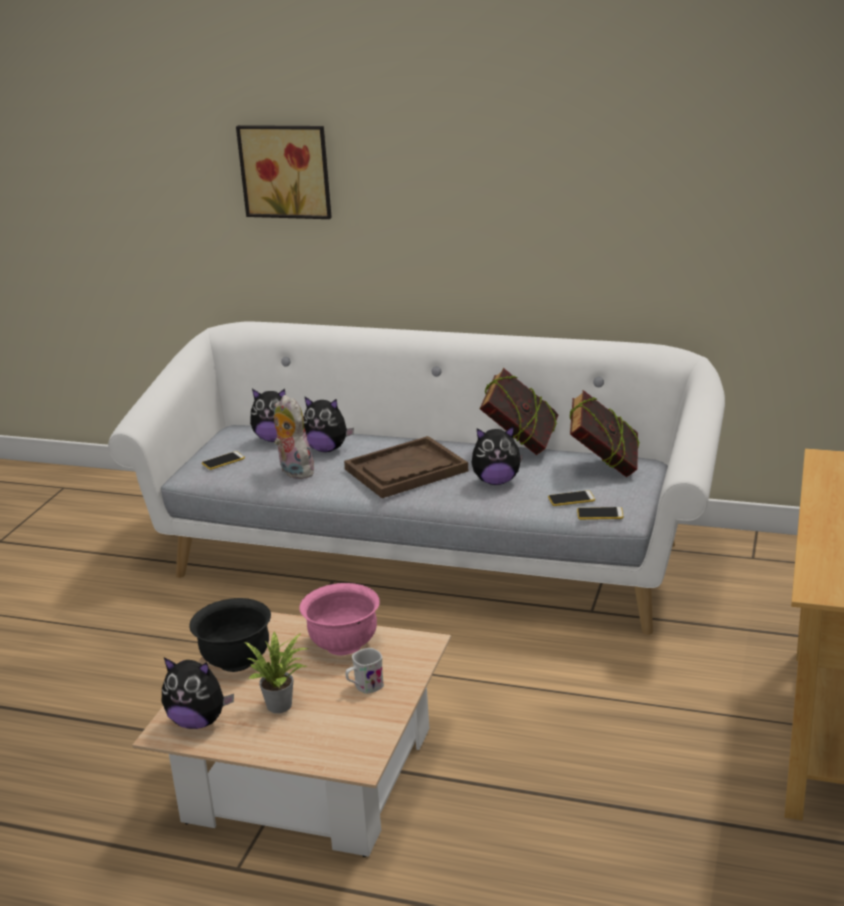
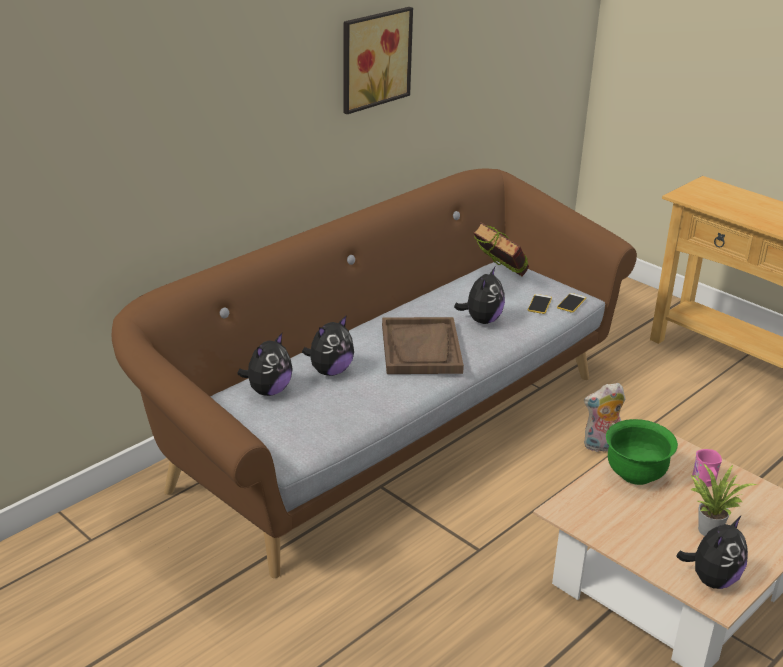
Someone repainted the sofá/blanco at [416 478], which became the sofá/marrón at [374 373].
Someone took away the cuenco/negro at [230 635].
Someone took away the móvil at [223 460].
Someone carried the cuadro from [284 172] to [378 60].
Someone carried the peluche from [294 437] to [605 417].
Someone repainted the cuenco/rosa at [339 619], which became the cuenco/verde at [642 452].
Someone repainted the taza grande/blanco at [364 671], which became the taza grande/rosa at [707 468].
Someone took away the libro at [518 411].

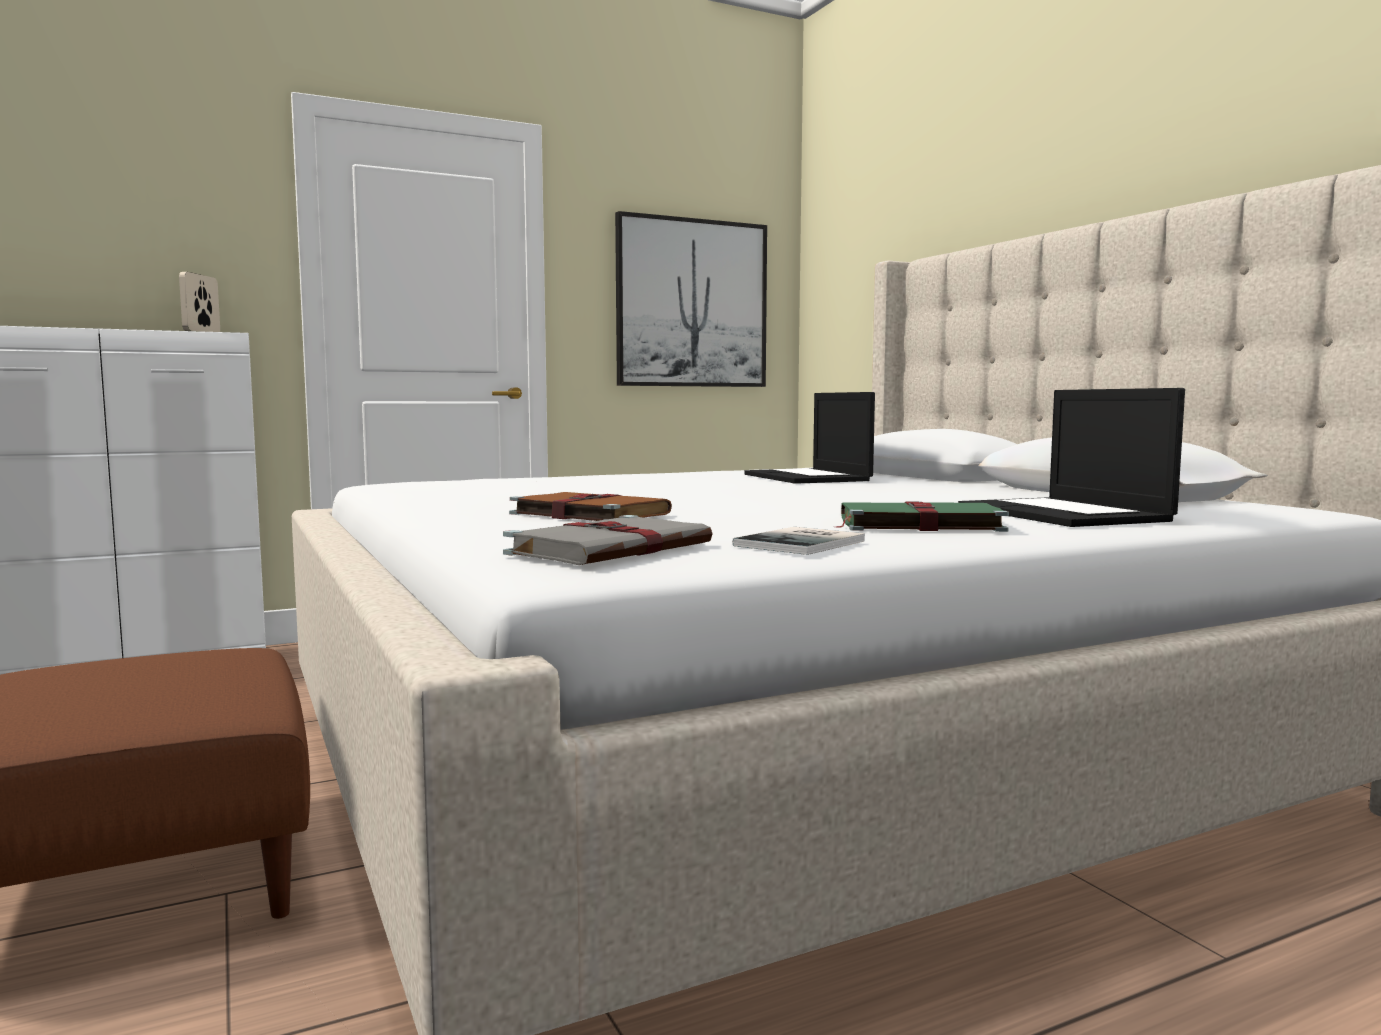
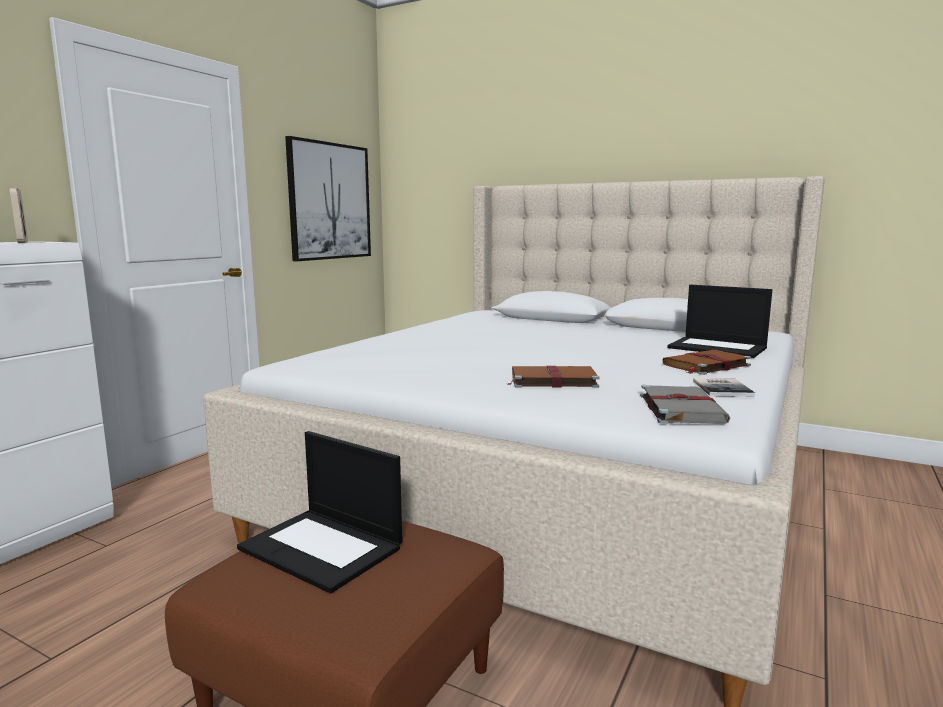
Someone carried the portátil from [809 438] to [319 512].
Someone repainted the libro/verde at [921 517], which became the libro/marrón at [706 362].

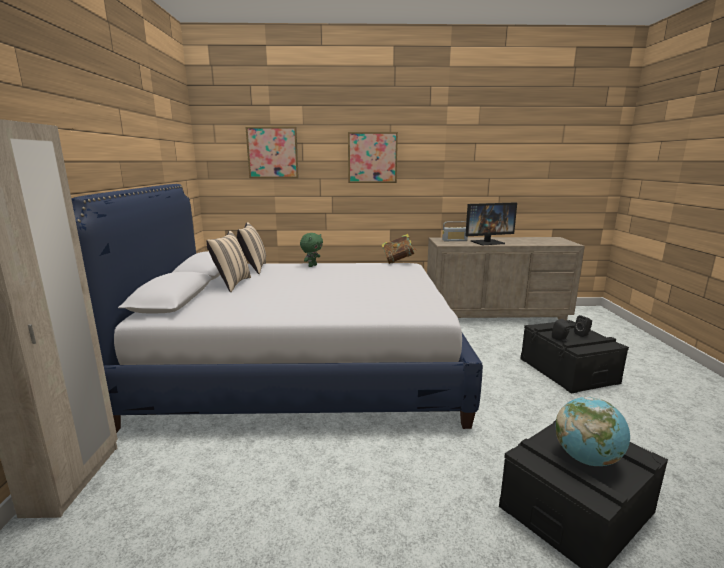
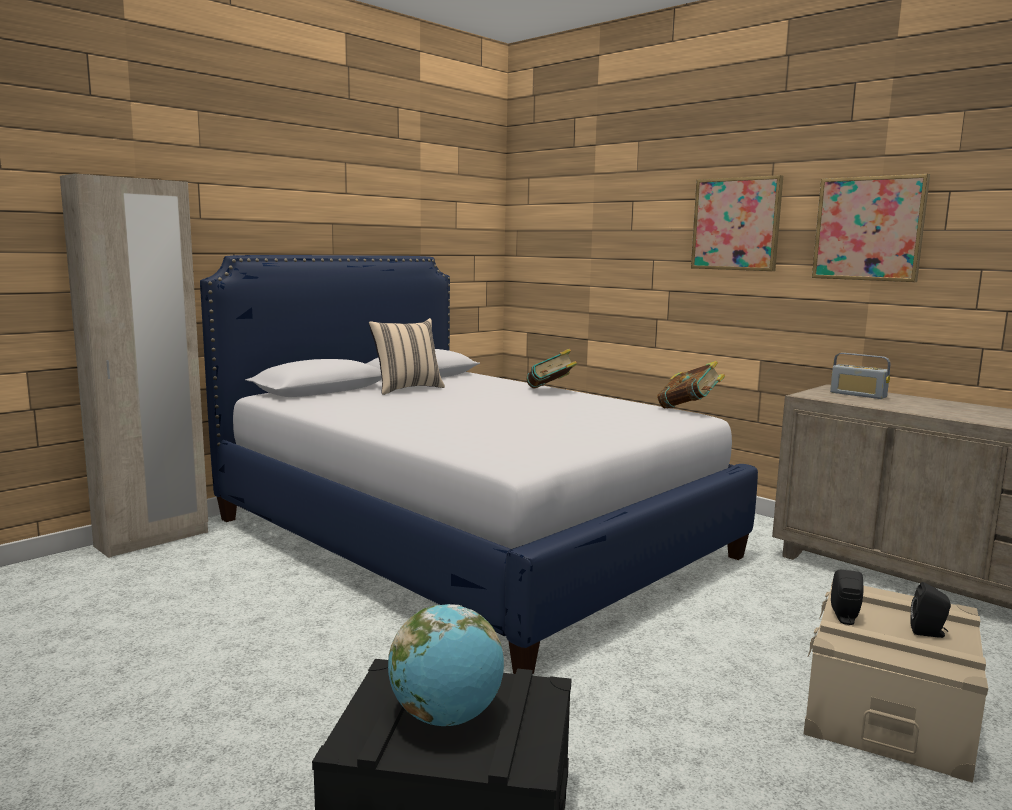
Someone took away the cojín/beis at [251 248].
Someone carried the cuadro from [272 152] to [871 228].
Someone swapped the peluche/verde at [311 250] for the libro at [551 368].
Someone took away the monitor at [491 223].
Someone repainted the caja de almacenaje/negro at [575 357], which became the caja de almacenaje/beis at [896 682].

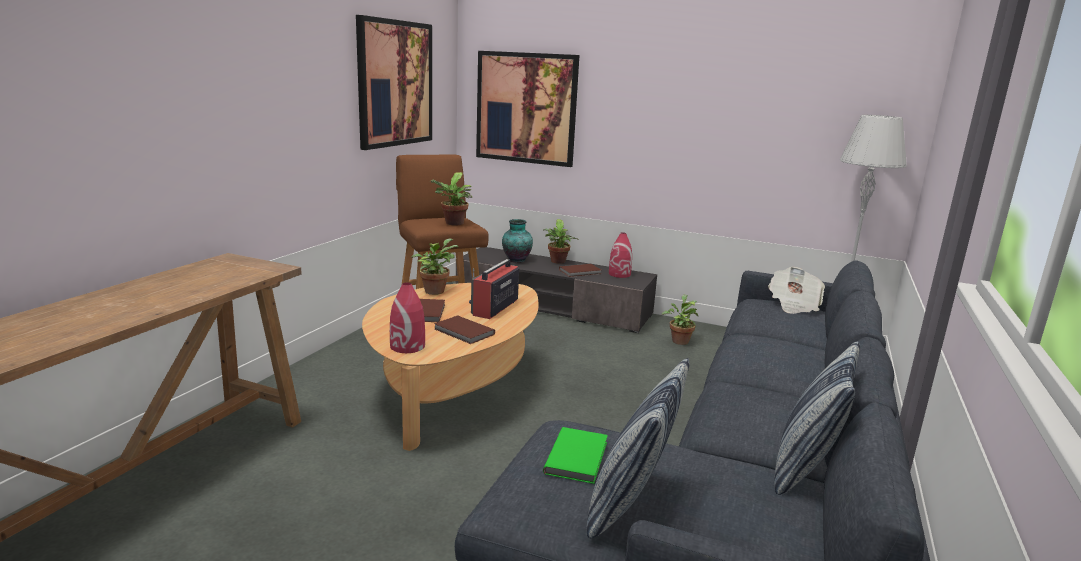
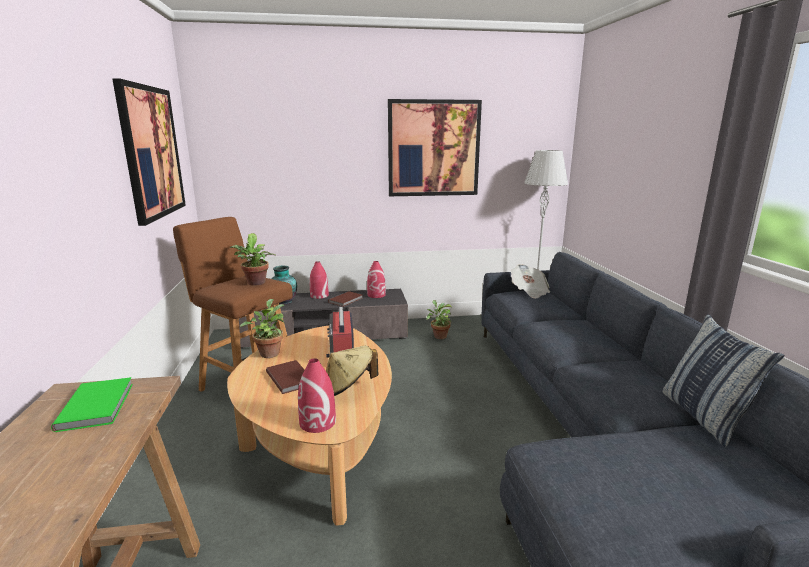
Someone swapped the libro/marrón at [464 329] for the sombrero/beis at [352 371].
Someone carried the cuadro from [528 109] to [435 147].
Someone carried the libro/verde from [575 455] to [92 404].
Someone swapped the planta en maceta at [561 241] for the florero/rojo at [319 280].
Someone took away the cojín at [638 448].

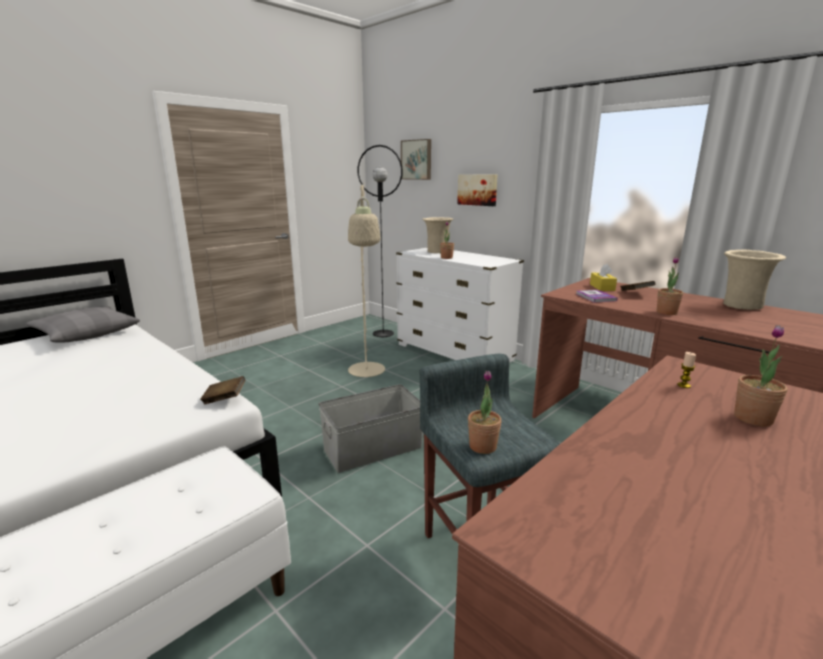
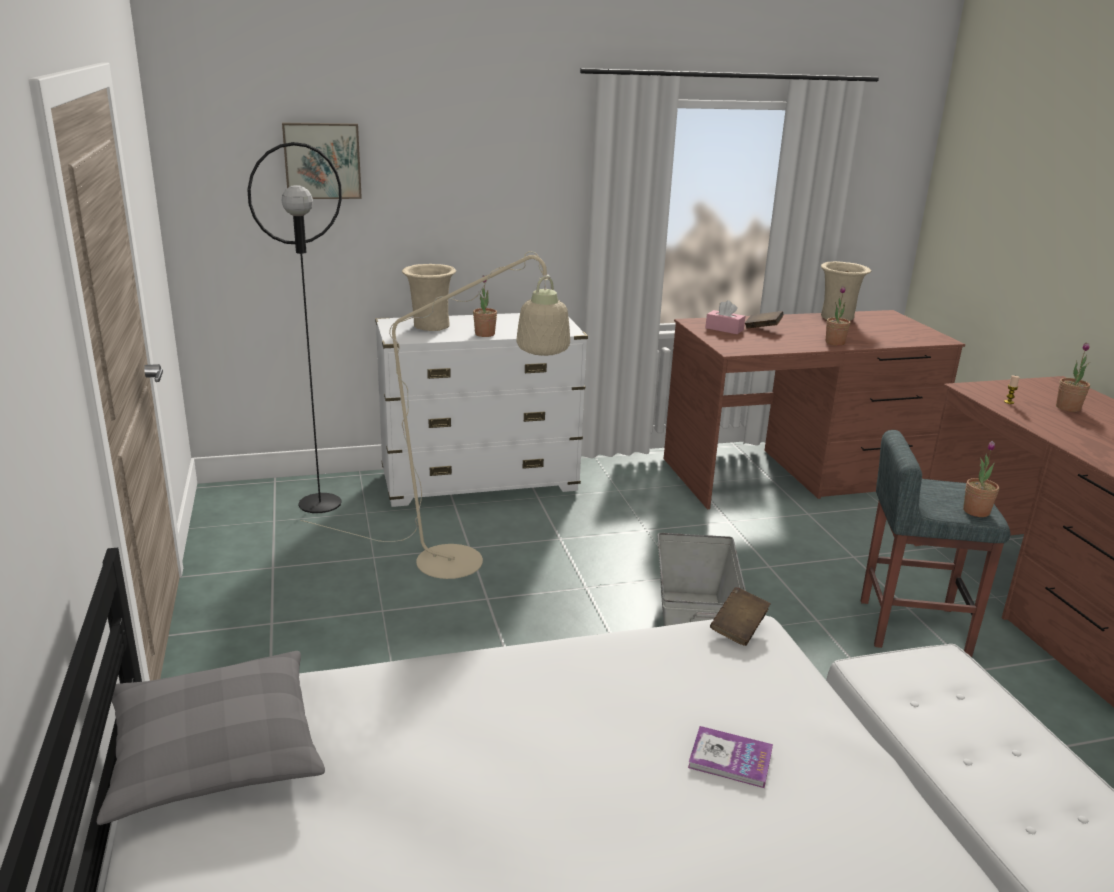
Someone took away the cuadro at [477 190].
Someone carried the libro from [597 296] to [730 757].
Someone repainted the caja de pañuelos/amarillo at [603 277], which became the caja de pañuelos/rosa at [725 317].

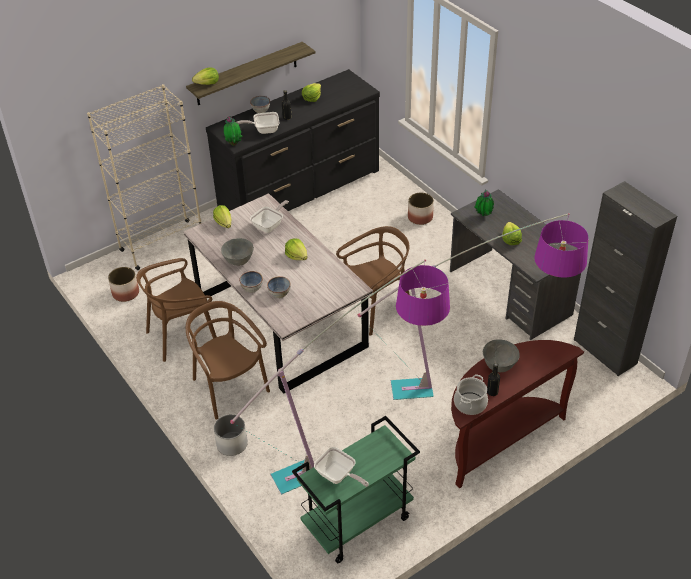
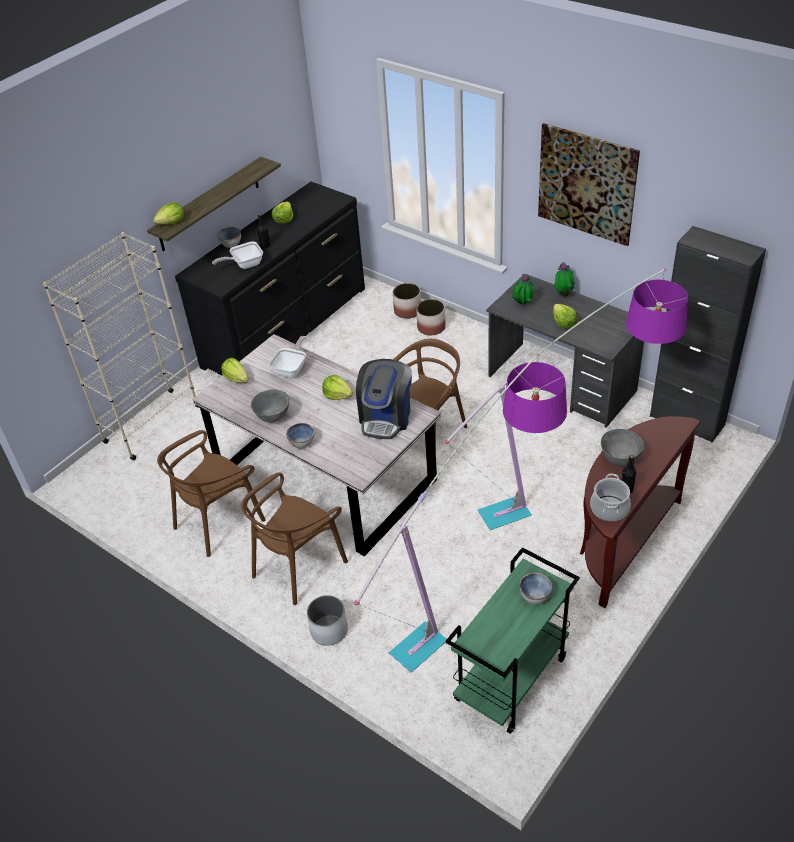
Someone carried the maceta from [123 284] to [407 301].
Someone rotated the silla/marrón at [228 360] by 90 degrees counterclockwise.
Someone carried the planta en maceta from [233 131] to [564 279].
Someone carried the cuenco from [279 287] to [535 588].
Someone took away the sartén at [341 467].
Someone put down the cafetera at [384 399].
Someone put up the cuadro at [589 184].

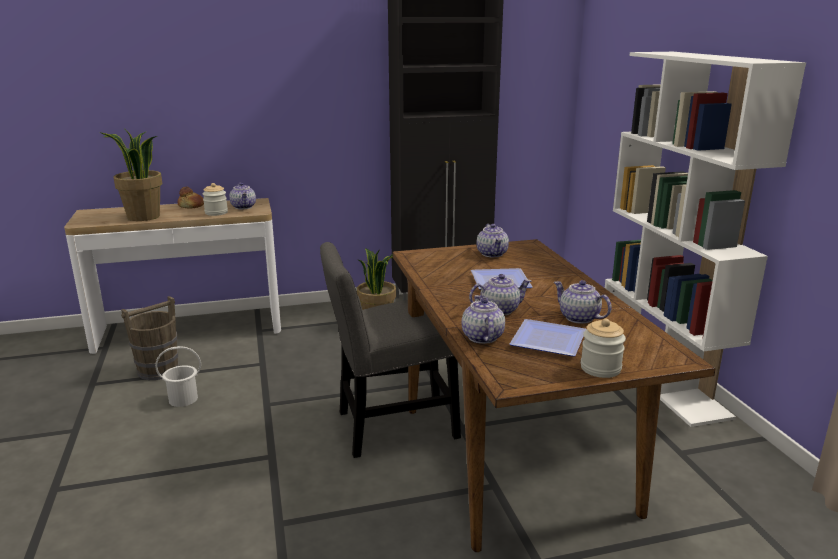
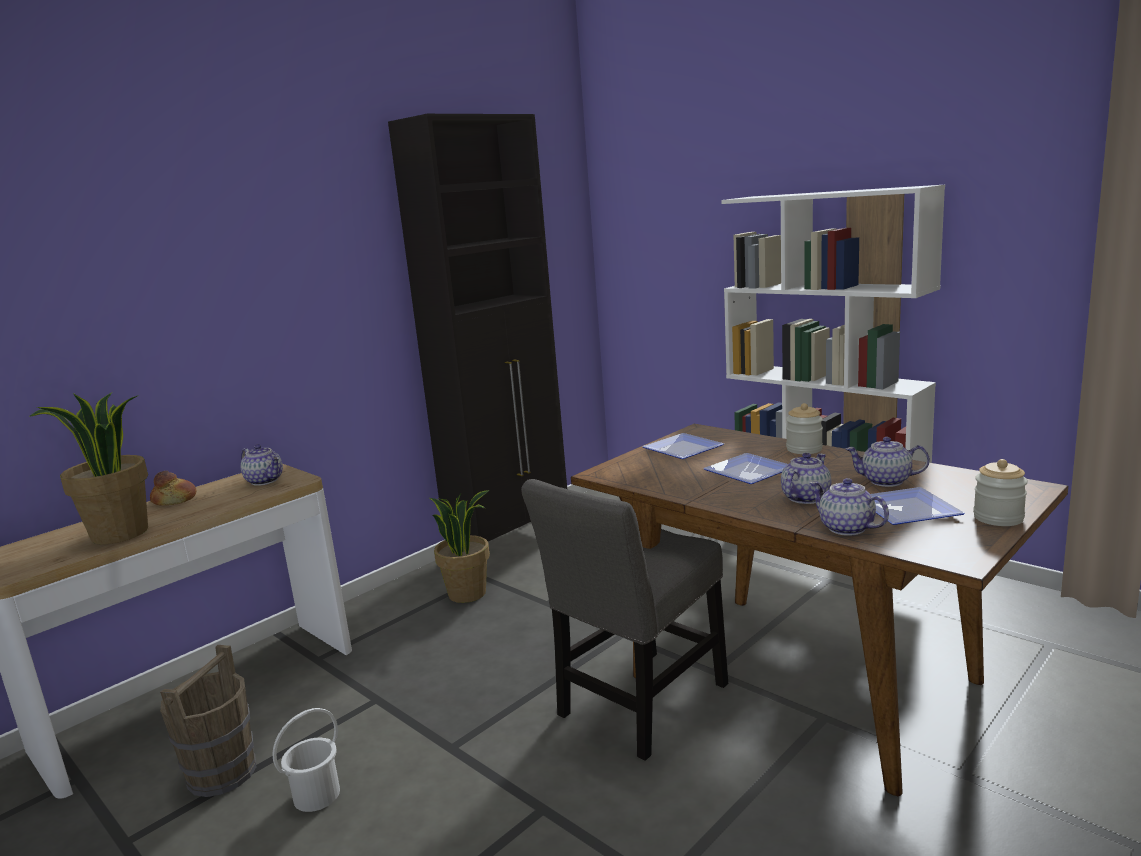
Someone carried the tarro from [215 199] to [804 428].
Someone swapped the tetera at [493 240] for the plato at [683 446].

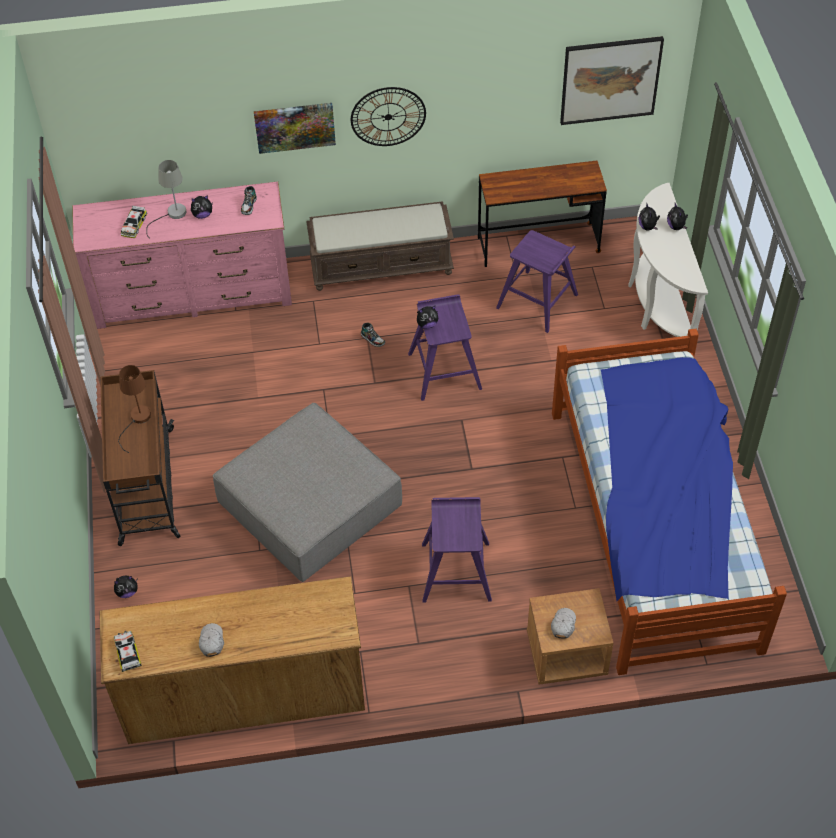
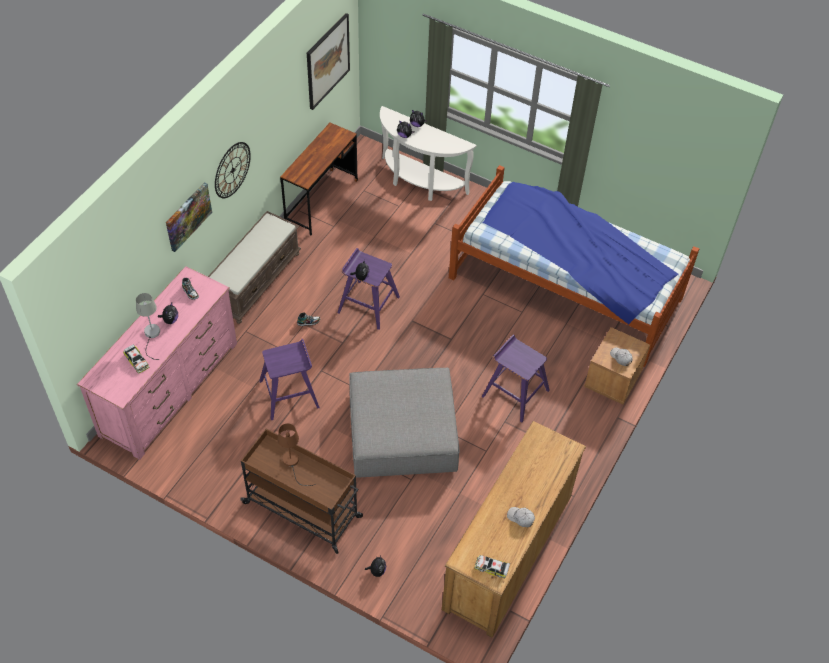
Someone carried the taburete/morado from [537 281] to [289 379].

